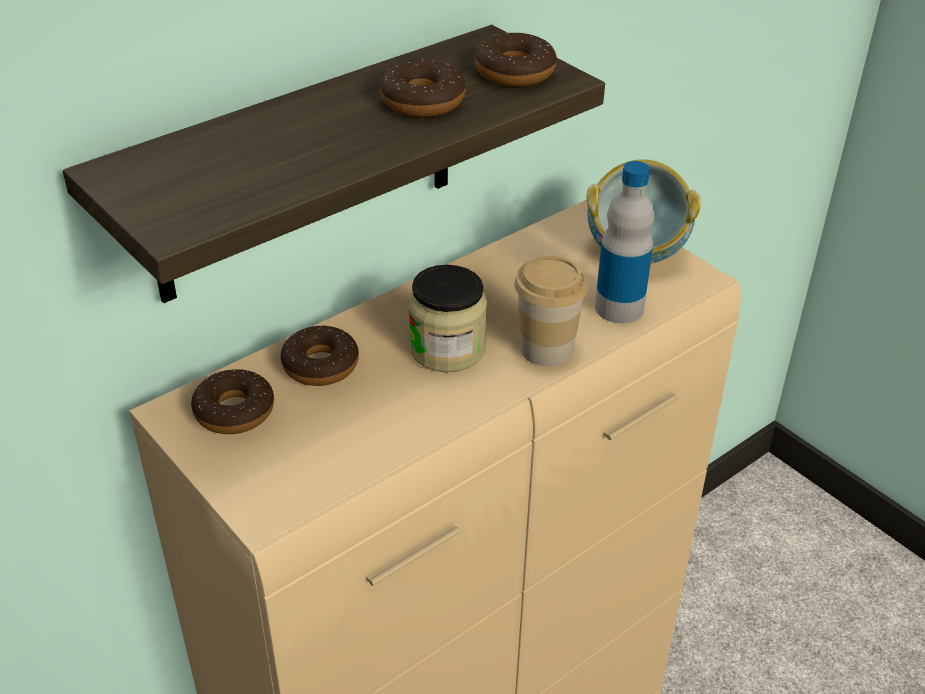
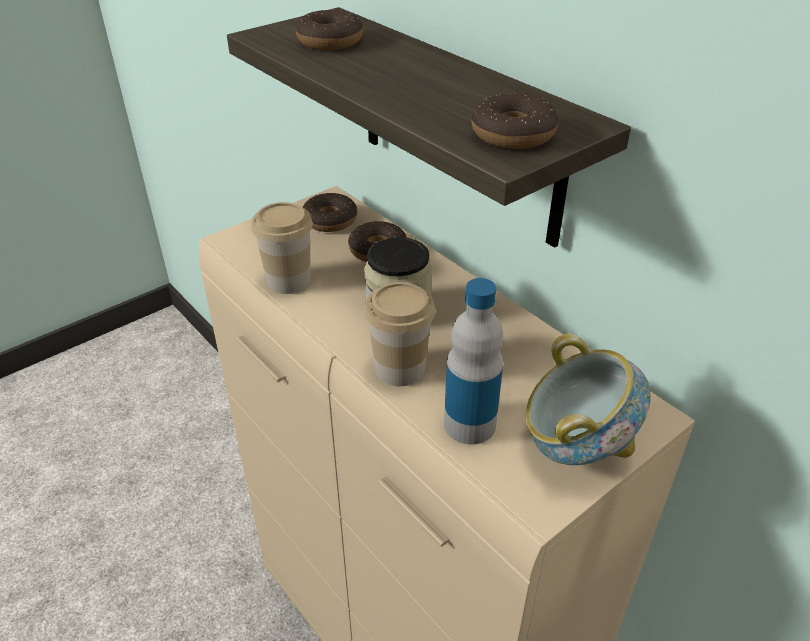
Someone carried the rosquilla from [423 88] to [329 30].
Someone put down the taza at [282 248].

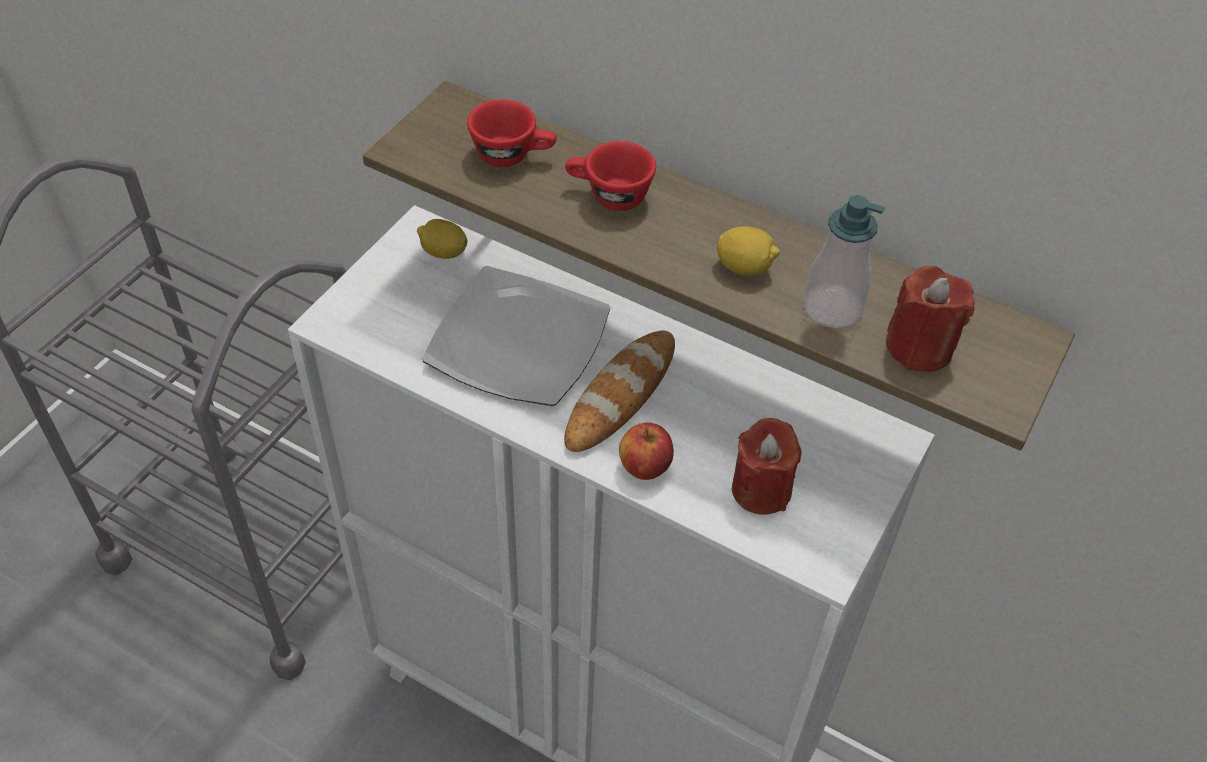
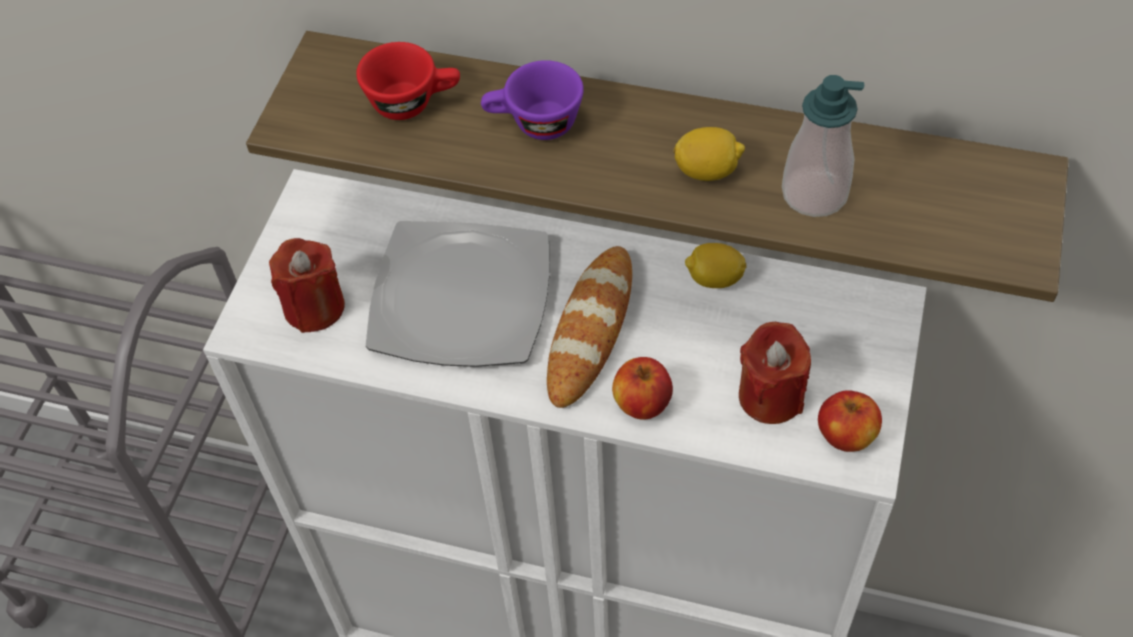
Someone carried the limón from [442 239] to [716 265].
Someone repainted the taza/rojo at [610 176], which became the taza/morado at [532 100].
Someone carried the vela/rojo from [930 319] to [307 285].
Someone put down the manzana at [850 421].

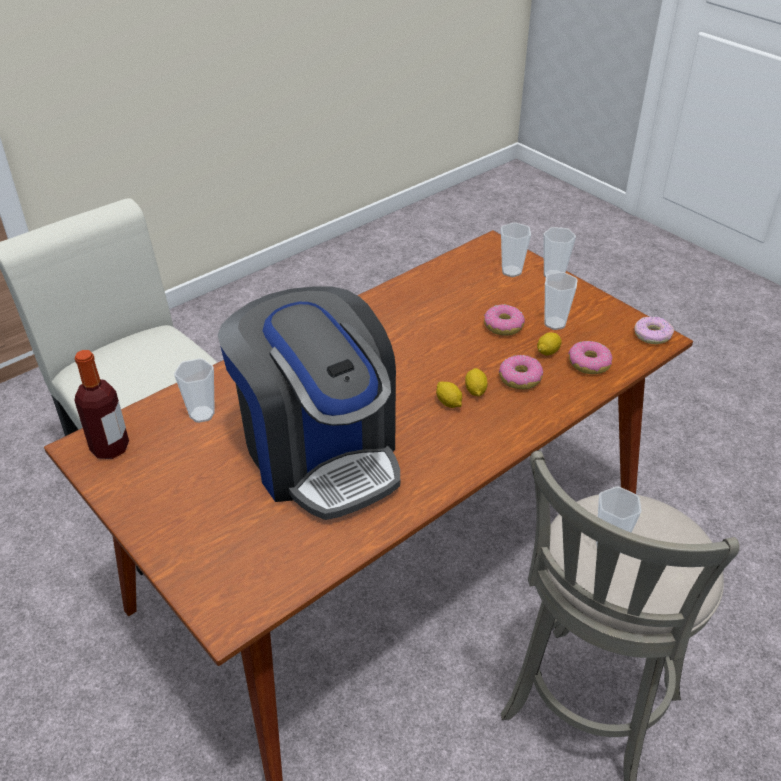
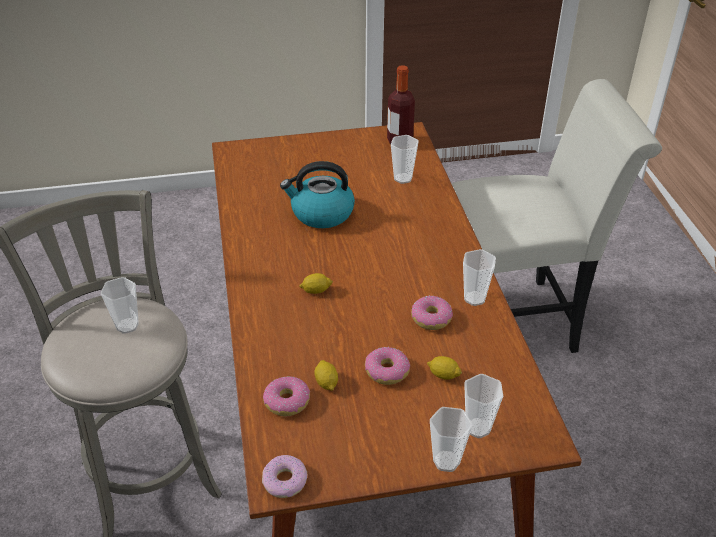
Someone swapped the cafetera at [309 403] for the hervidor at [317 194].
Someone carried the limón from [476 382] to [444 368].
Someone carried the rosquilla from [521 372] to [432 312].
Someone carried the taza from [561 301] to [479 277].

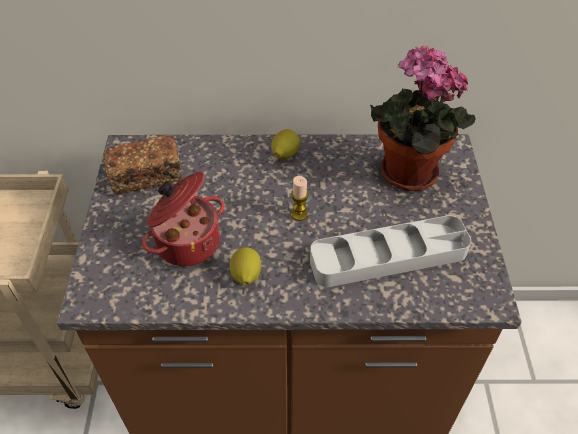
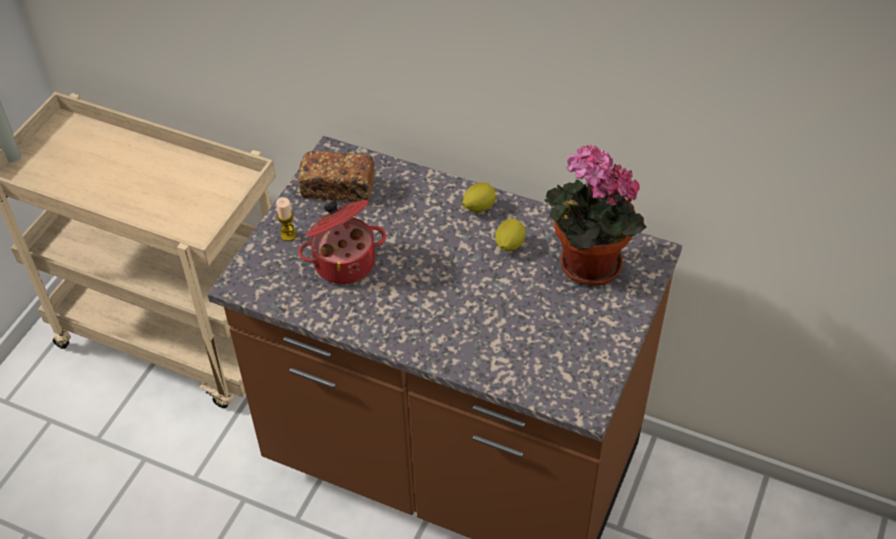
Someone carried the limón from [245 266] to [510 235].
Someone carried the vela from [300 198] to [286 219].
Someone took away the bandeja/gris at [390 251].

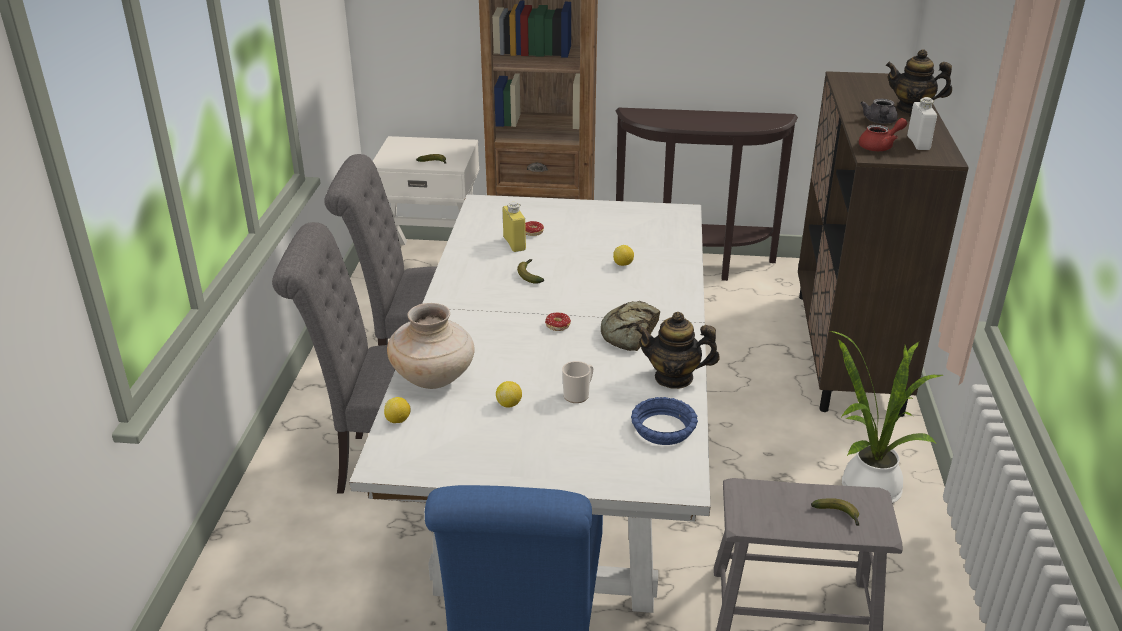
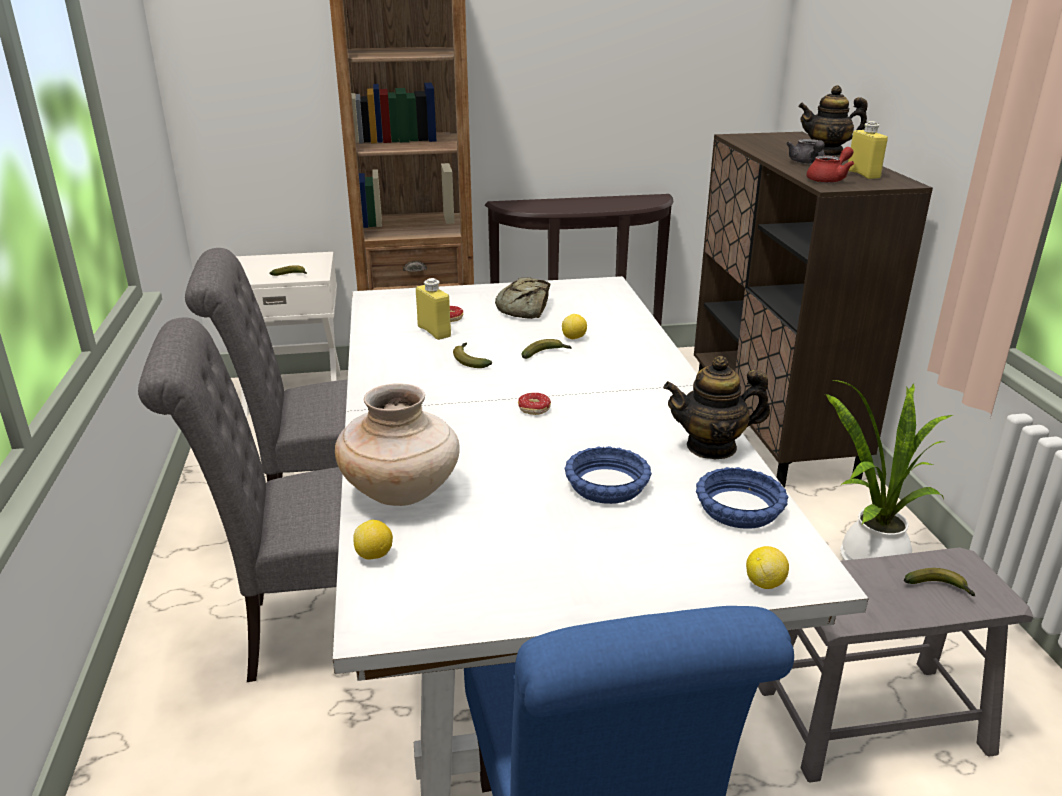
Someone carried the limón from [509 394] to [767 567].
Someone swapped the taza grande at [577 382] for the cuenco/azul at [608 475].
Someone carried the pan from [630 326] to [522 298].
Someone repainted the botella/blanco at [922 123], which became the botella/amarillo at [868 150].
Someone put down the plátano at [546 349].

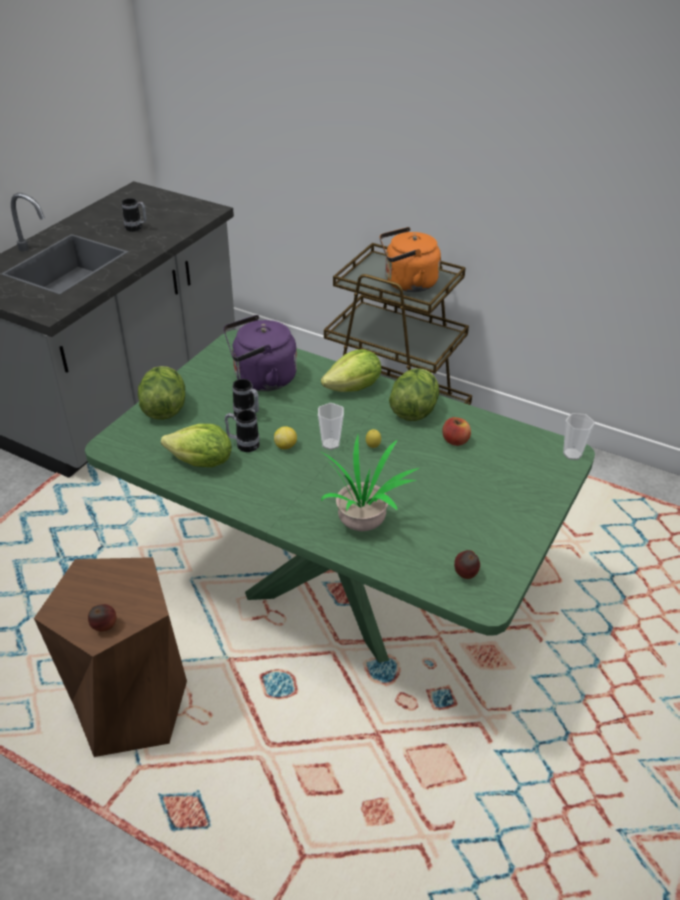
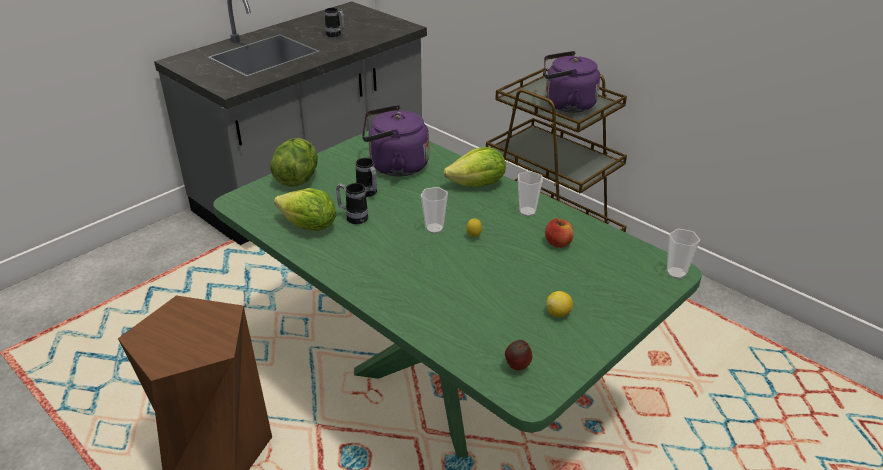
Someone took away the manzana at [102 618].
Someone carried the limón from [285 437] to [559 304].
Someone took away the planta en maceta at [370 483].
Someone repainted the hervidor/naranja at [410 259], which became the hervidor/morado at [572 82].
Someone swapped the lechuga at [414 394] for the taza at [530 194].

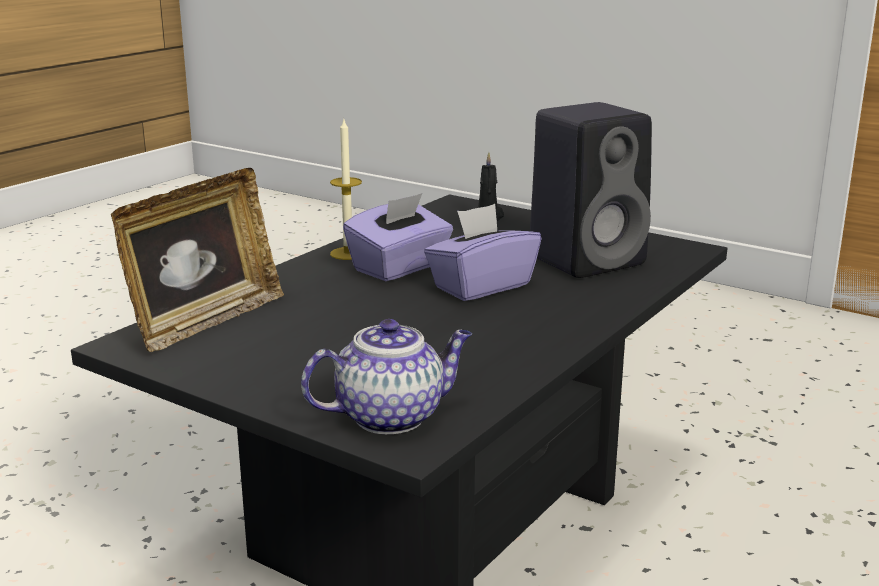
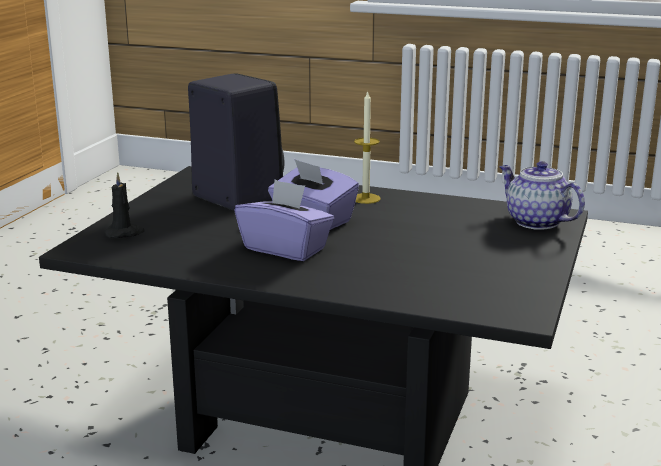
Someone took away the portarretratos at [197 260].
Someone carried the vela from [346 190] to [367 147].

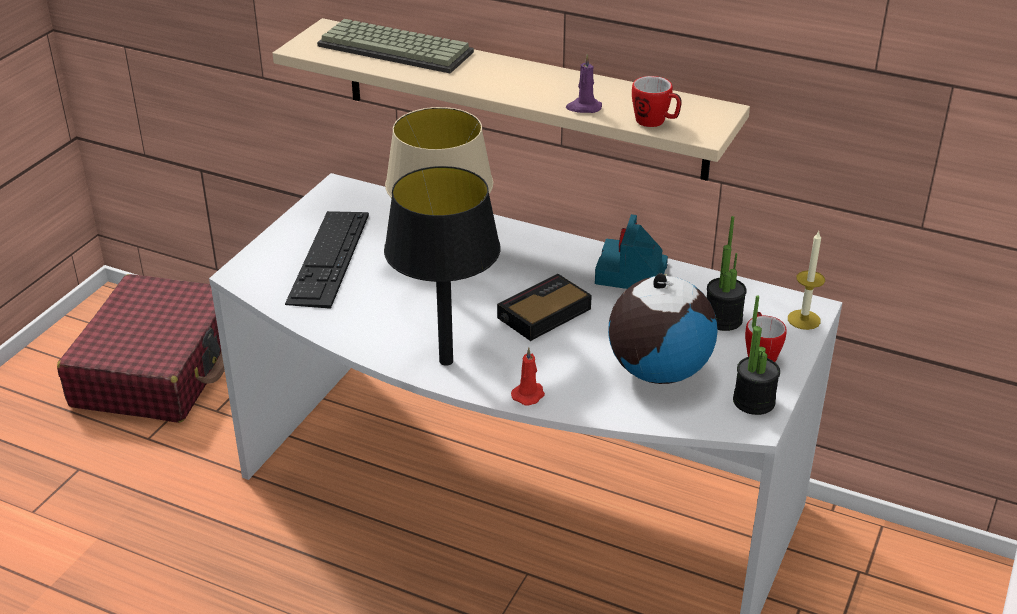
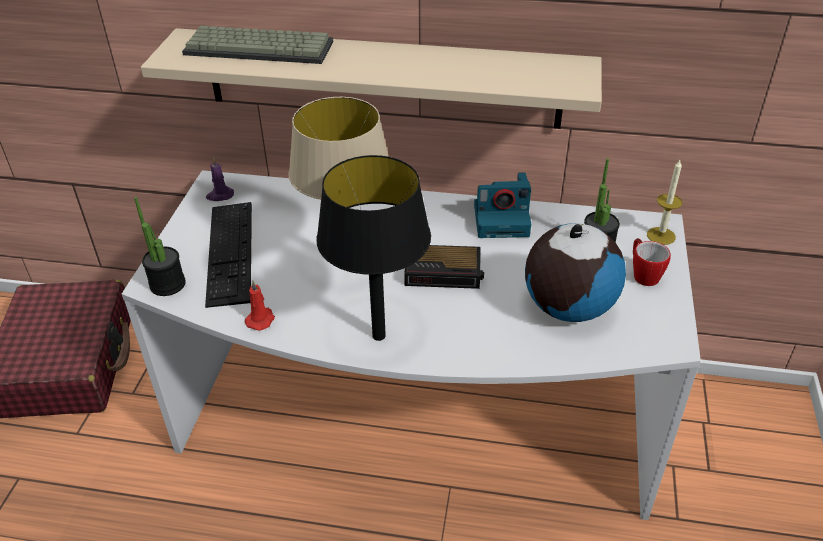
Someone rotated the despertador at [544 307] by 120 degrees counterclockwise.
Someone carried the vela/rojo from [528 377] to [260 305].
Someone carried the vela/morado from [584 83] to [220 179].
Someone rotated the cámara at [631 251] by 90 degrees counterclockwise.
Someone took away the taza grande at [657 101].
Someone carried the planta en maceta from [756 355] to [160 246].

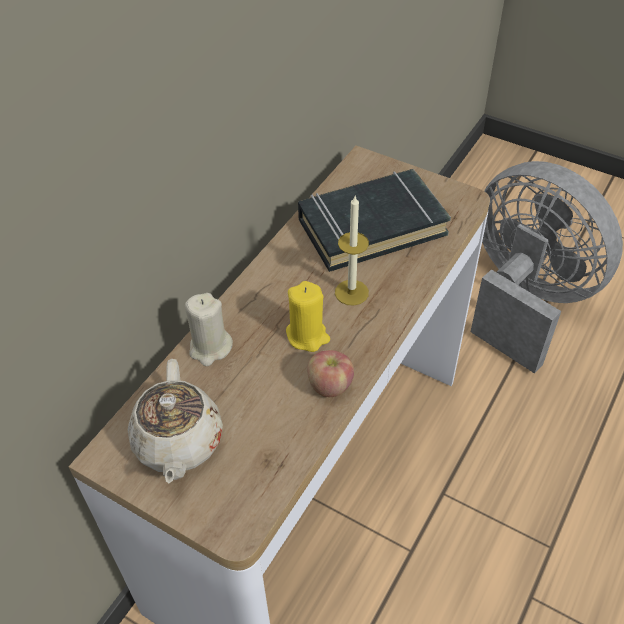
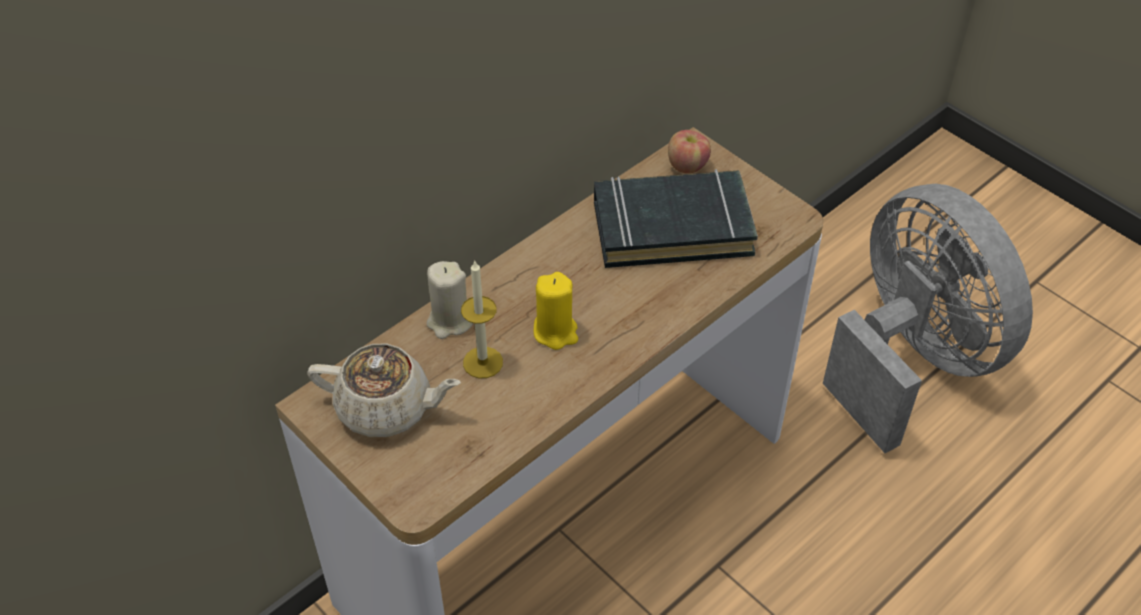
Someone rotated the tetera/beis at [175 421] by 90 degrees counterclockwise.
Someone carried the manzana from [330 373] to [689 152].
Someone carried the vela from [352 251] to [482 319].

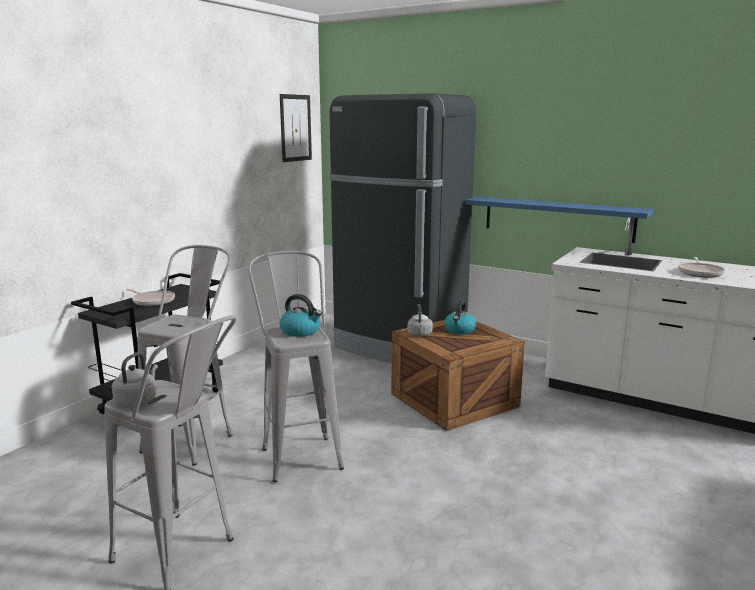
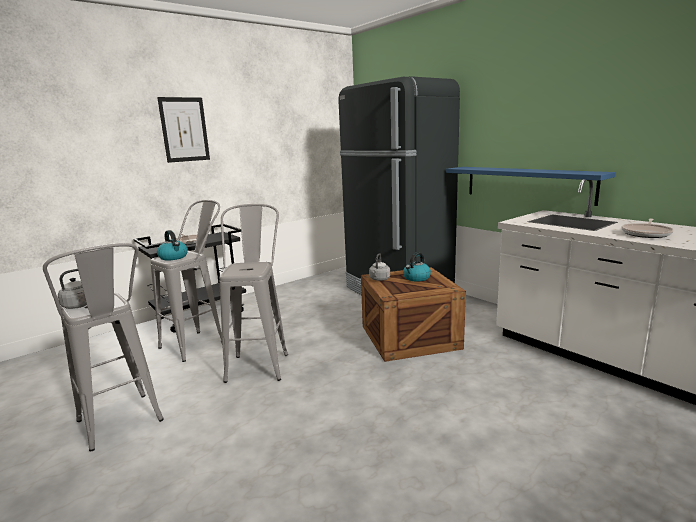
Someone carried the cuadro from [296 128] to [183 130].
Someone carried the hervidor from [301 315] to [172 245].

